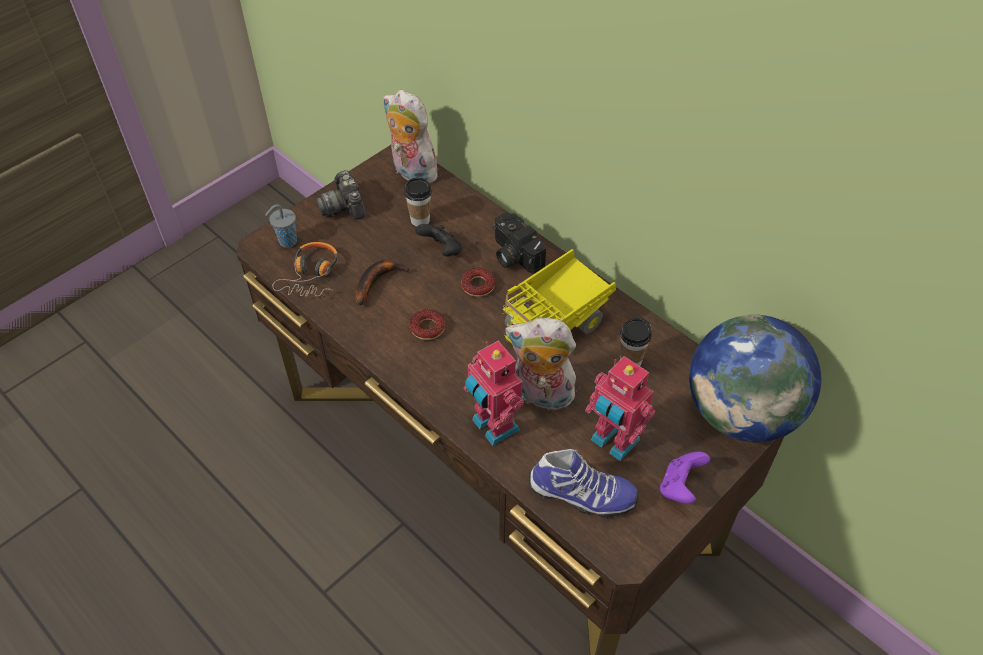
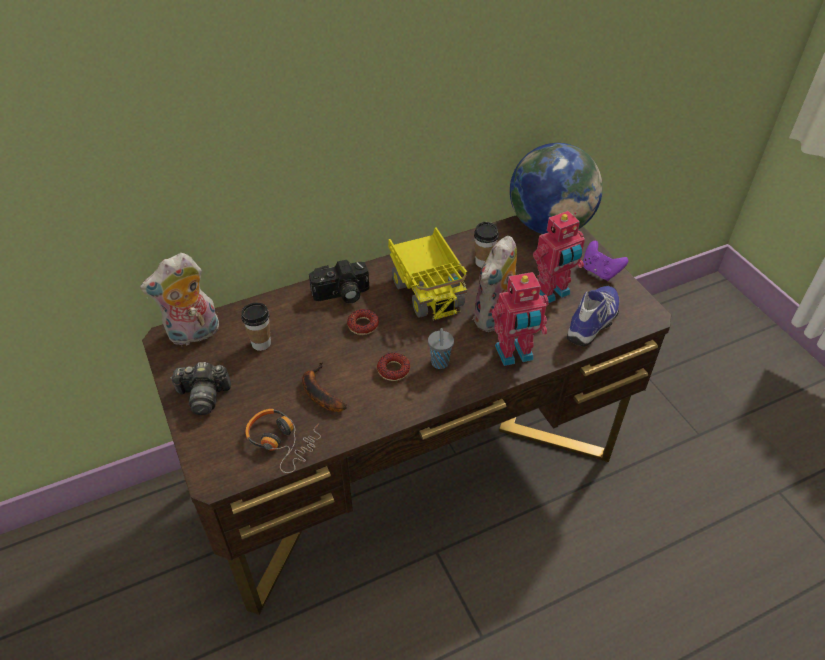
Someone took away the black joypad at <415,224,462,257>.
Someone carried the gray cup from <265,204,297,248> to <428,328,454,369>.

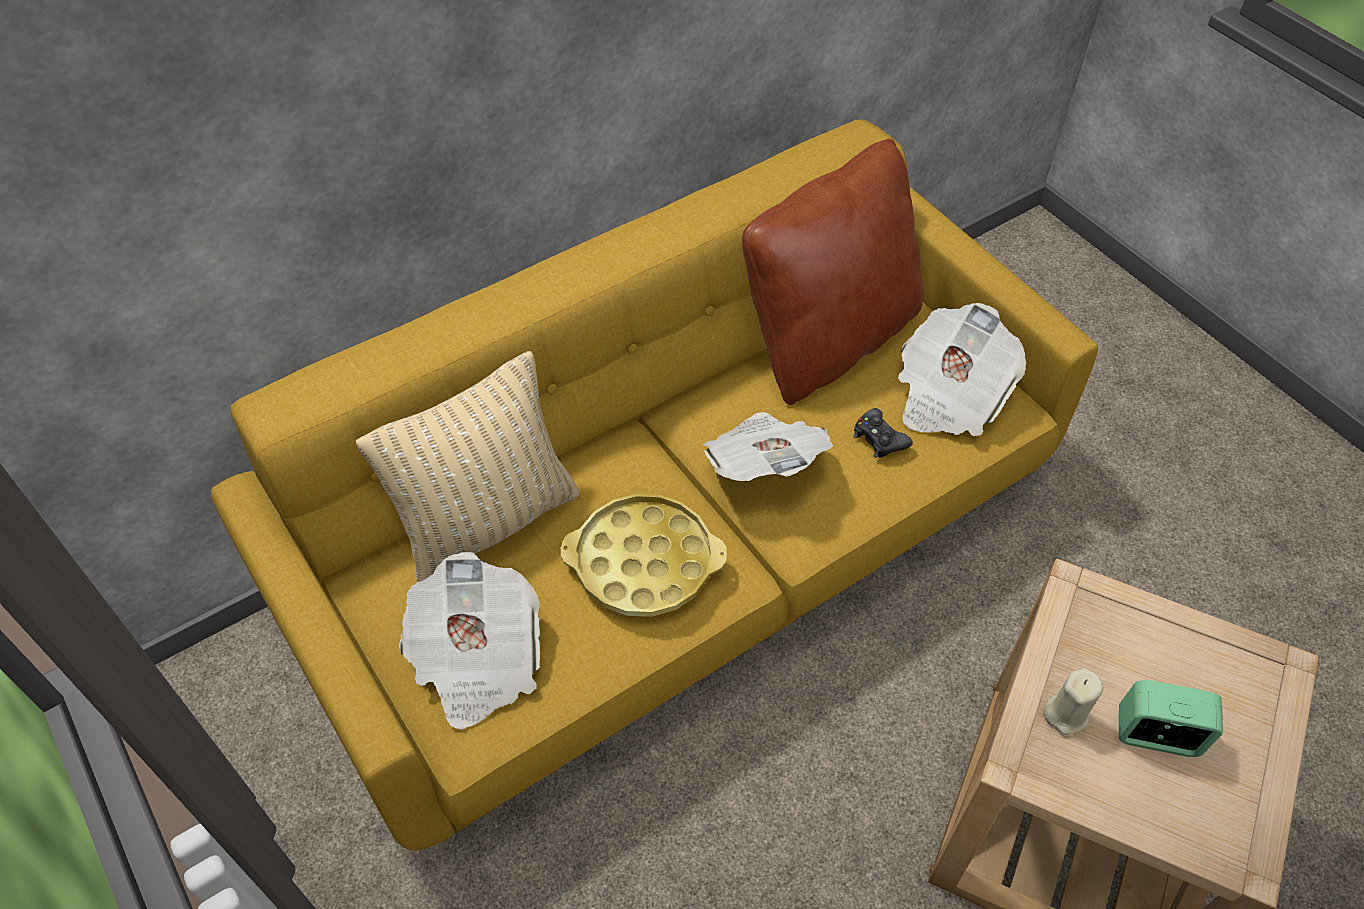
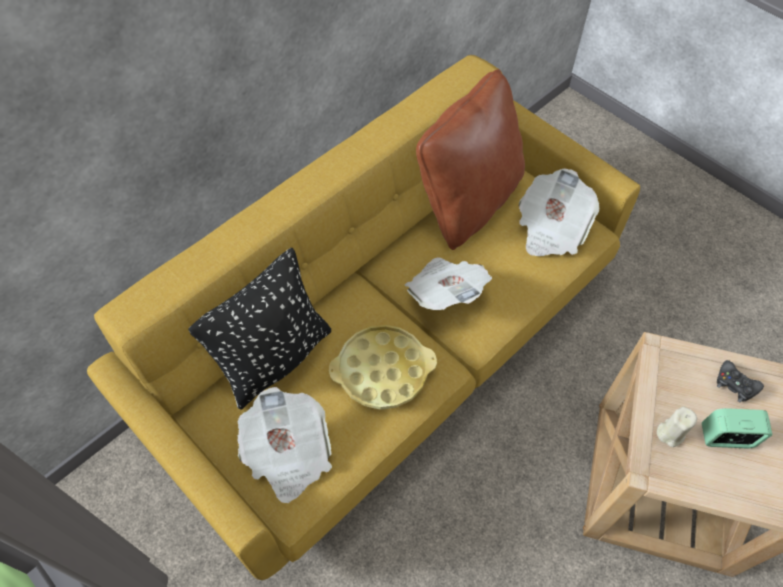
Someone carried the black joypad from <853,408,913,458> to <717,360,764,403>.
Someone repainted the sand-coloured cushion at <356,351,580,582>, which became the black cushion at <188,248,331,410>.

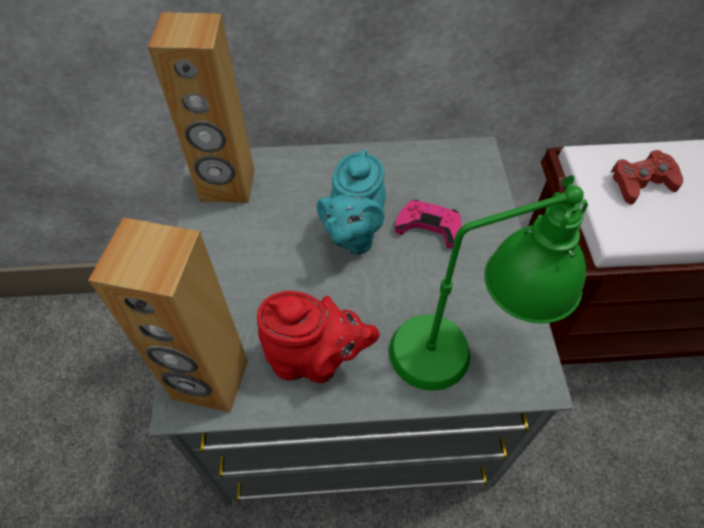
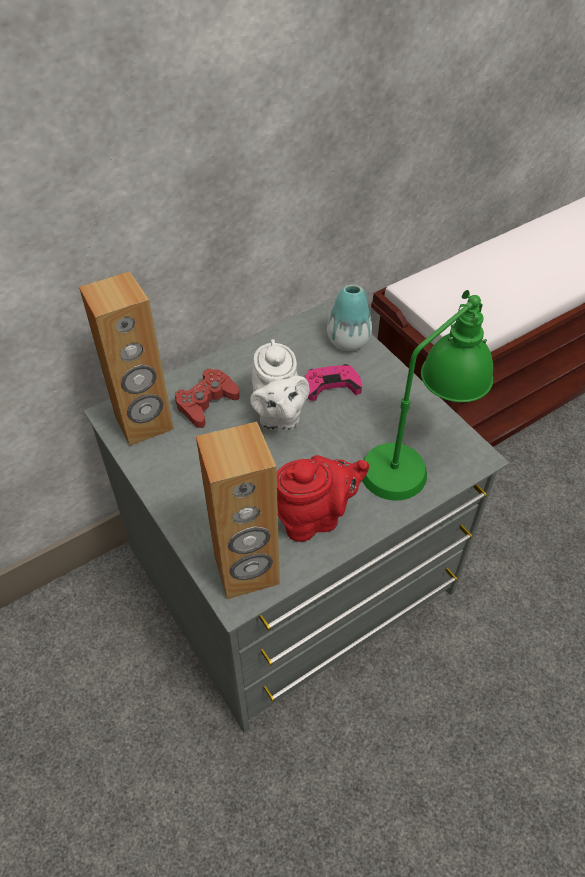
Someone put down the flower vase at <327,284,372,351>.
Someone carried the reddish joypad from <610,150,683,205> to <175,368,239,428>.
Someone repainted the blue-green tea pot at <317,149,386,255>, which became the whitish tea pot at <250,339,310,430>.

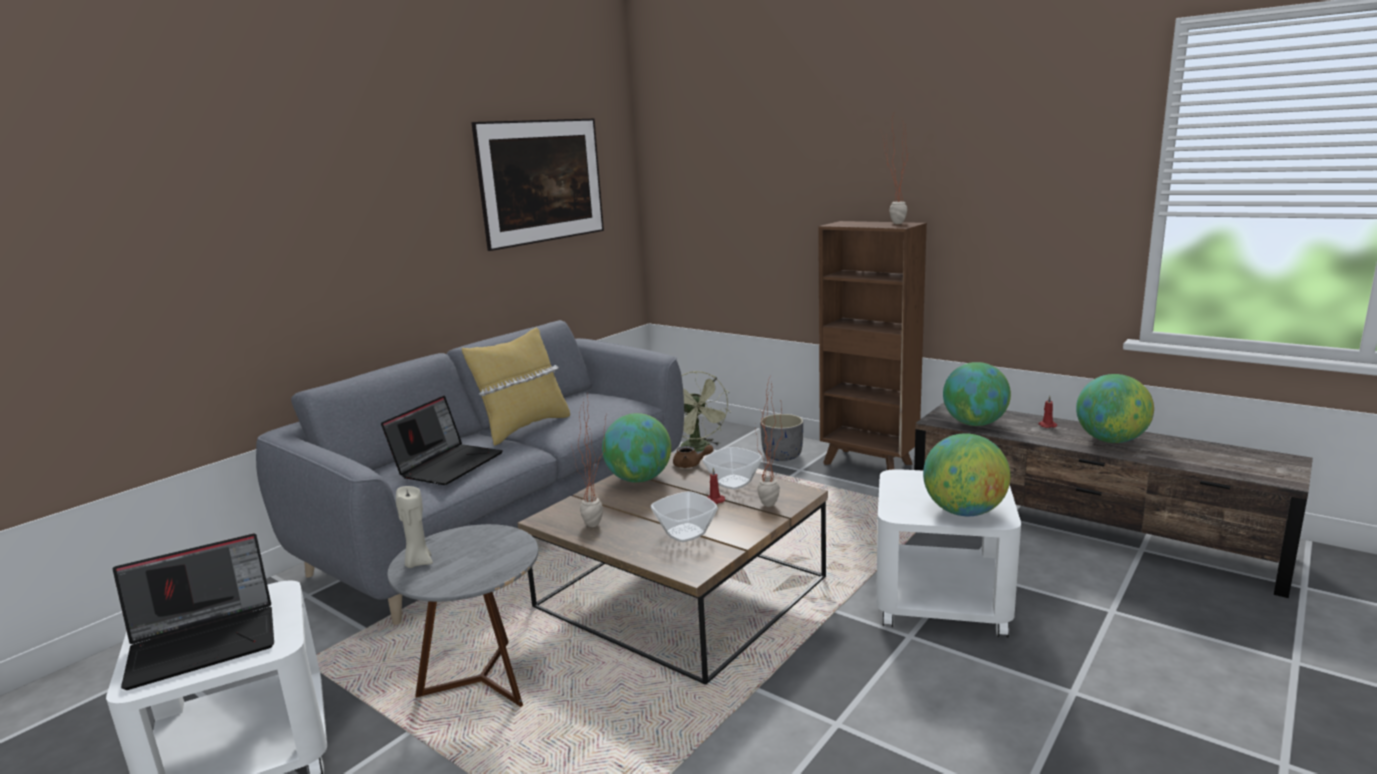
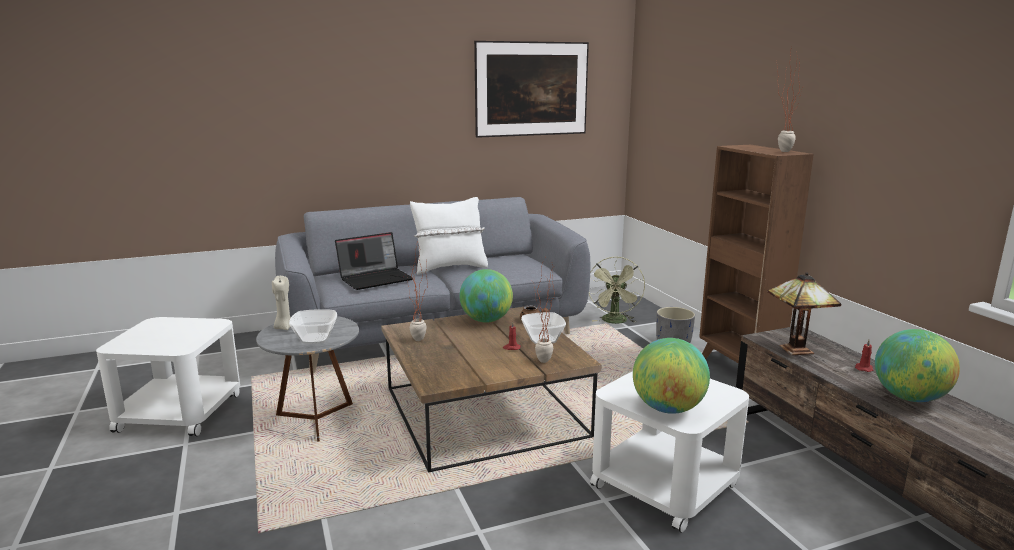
Someone took away the notebook computer at <113,534,274,690>.
Someone carried the bowl from <651,491,718,542> to <289,309,337,344>.
Someone swapped the desk globe at <943,362,1011,426> for the tabletop lamp at <767,272,841,355>.
Someone repainted the yellowish cushion at <462,328,570,446>, which became the whitish cushion at <410,197,488,275>.

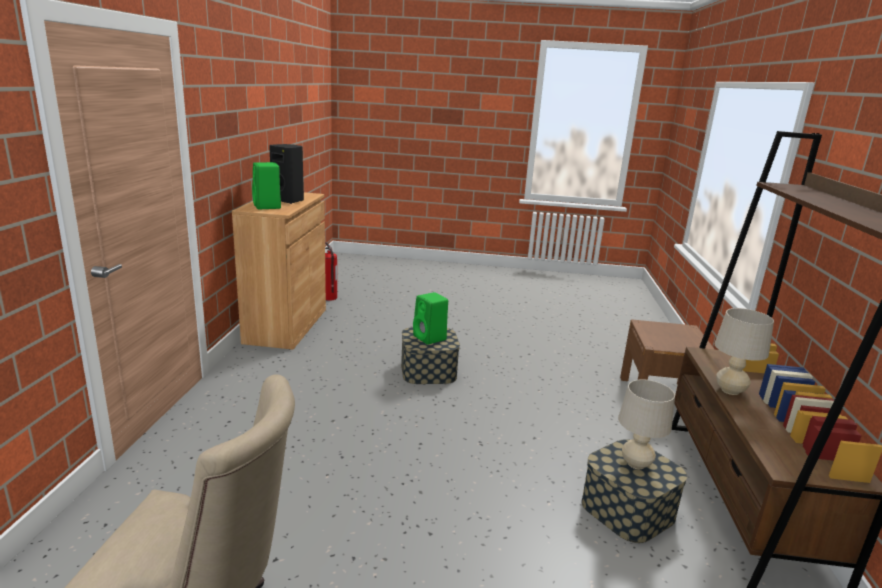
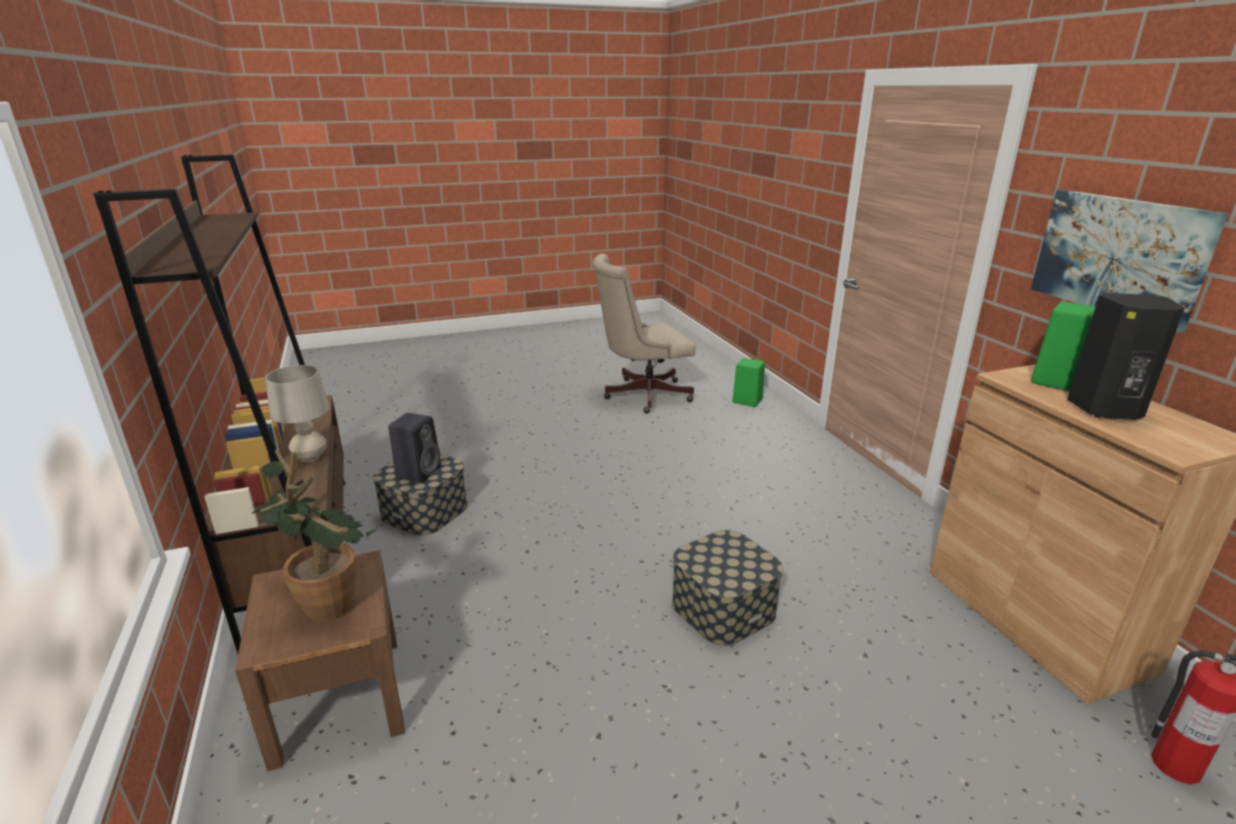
Someone put down the plant in a pot at <251,450,377,622>.
Someone put up the picture at <1031,190,1228,333>.
Someone carried the green-coloured audio speaker from <413,292,448,345> to <733,358,765,407>.
Someone swapped the sand-coloured tabletop lamp at <618,379,675,469> for the black audio speaker at <388,413,441,483>.

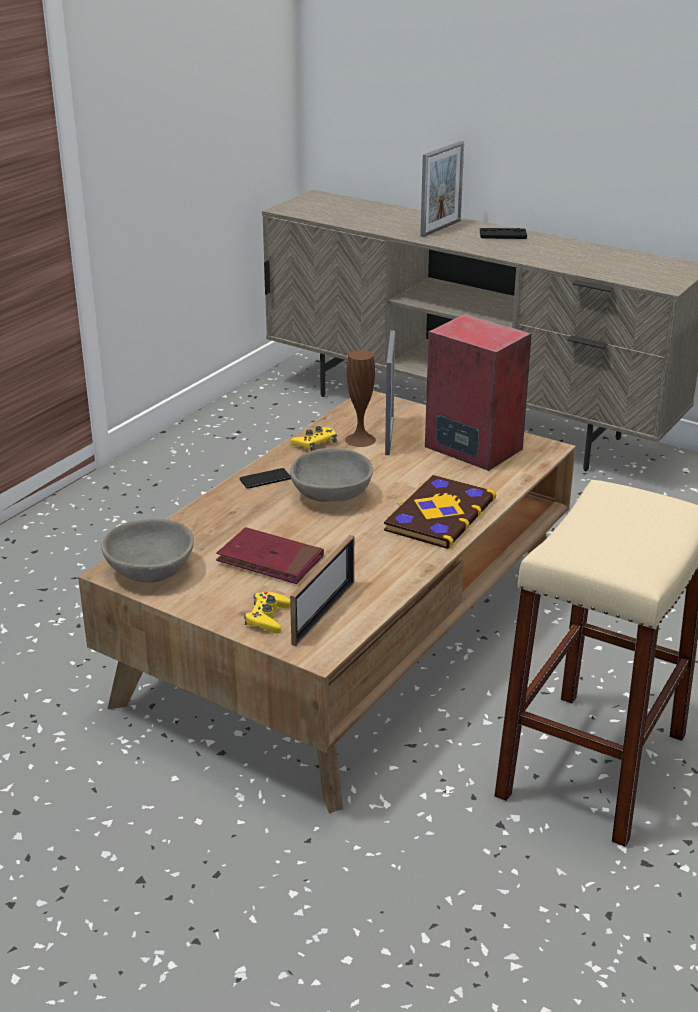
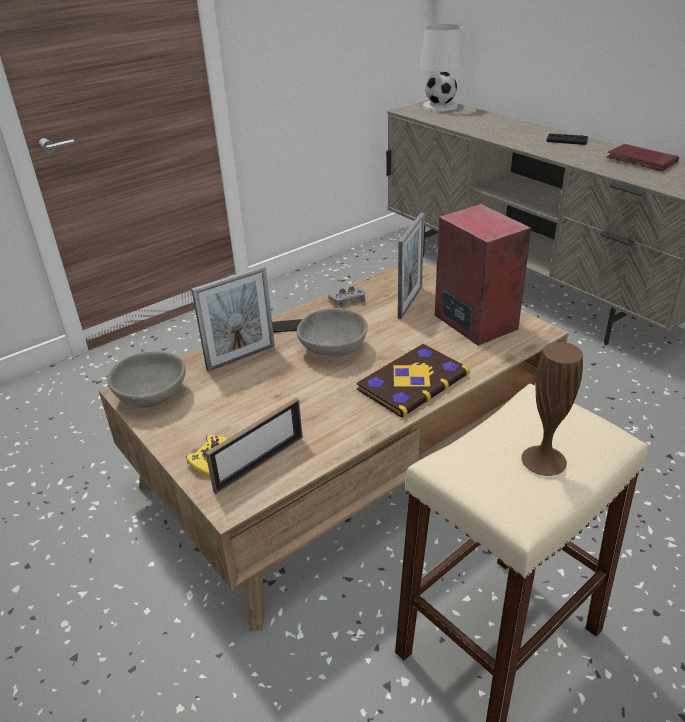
Someone put down the whitish tabletop lamp at <420,24,464,111>.
Someone carried the reddish bound book from <216,527,324,584> to <607,144,679,171>.
Someone carried the brown-coloured flower vase from <345,350,376,447> to <521,342,583,476>.
Someone carried the picture frame from <420,141,464,237> to <191,266,275,372>.
Someone repainted the yellowish joypad at <291,426,337,451>, which became the gray joypad at <328,286,365,307>.

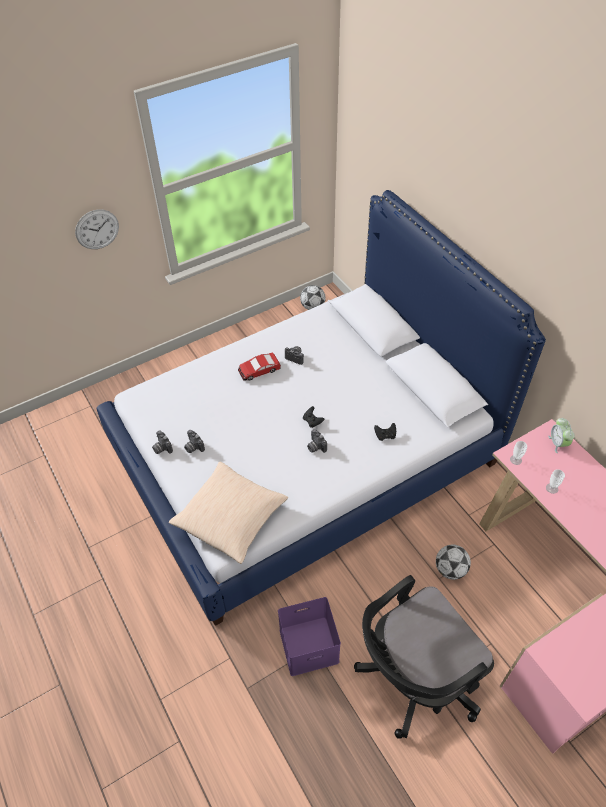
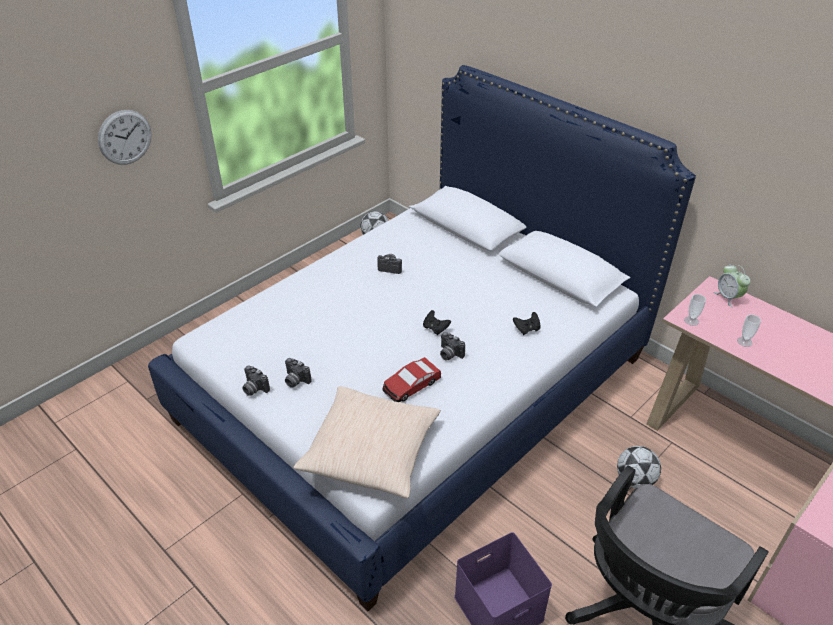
Someone carried the miniature car from <238,352,281,381> to <382,357,441,402>.

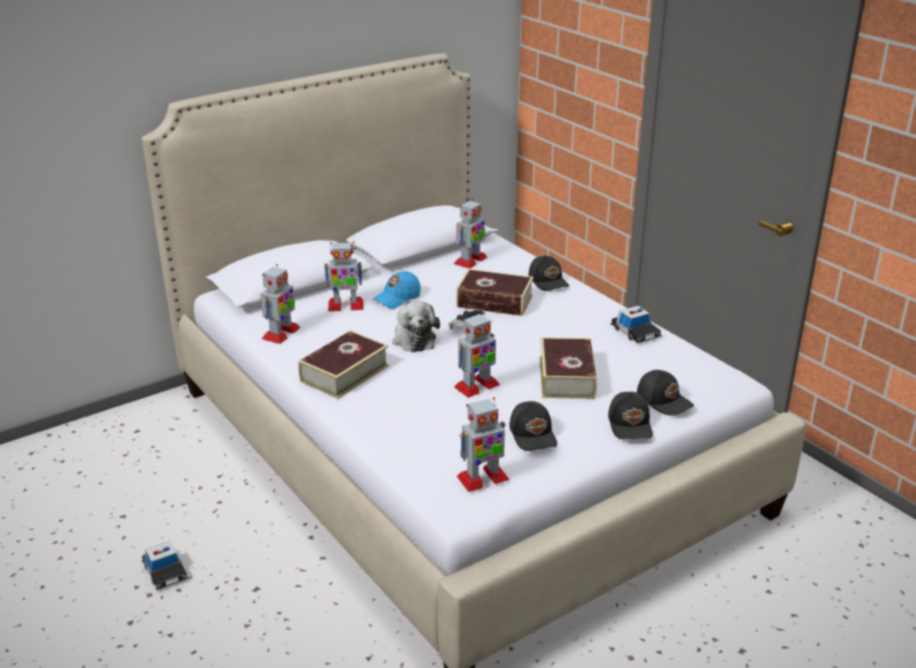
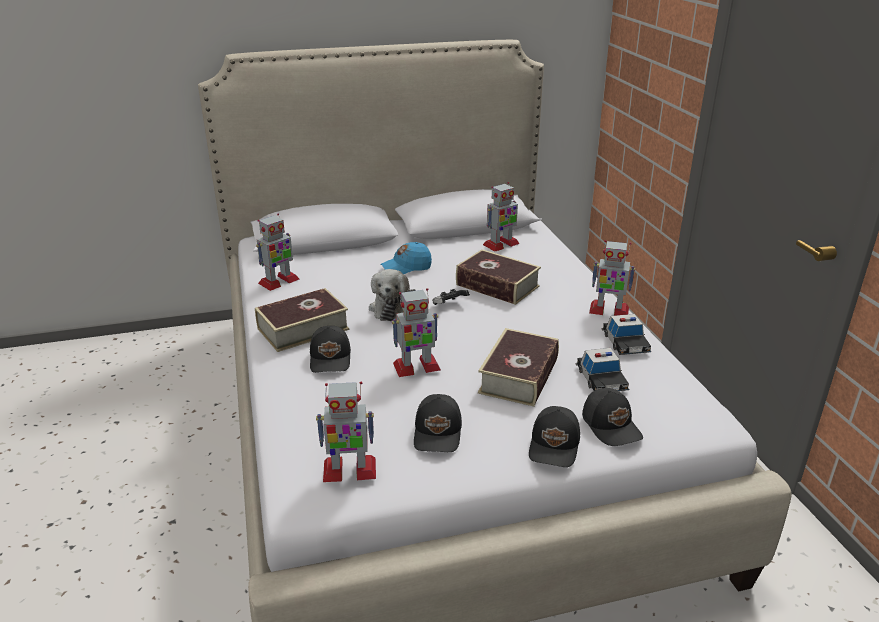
Someone carried the miniature car from <142,541,189,590> to <575,348,629,391>.
Someone carried the model robot from <324,241,364,311> to <589,240,635,316>.
Someone carried the black peaked cap from <528,255,569,291> to <310,326,351,373>.

